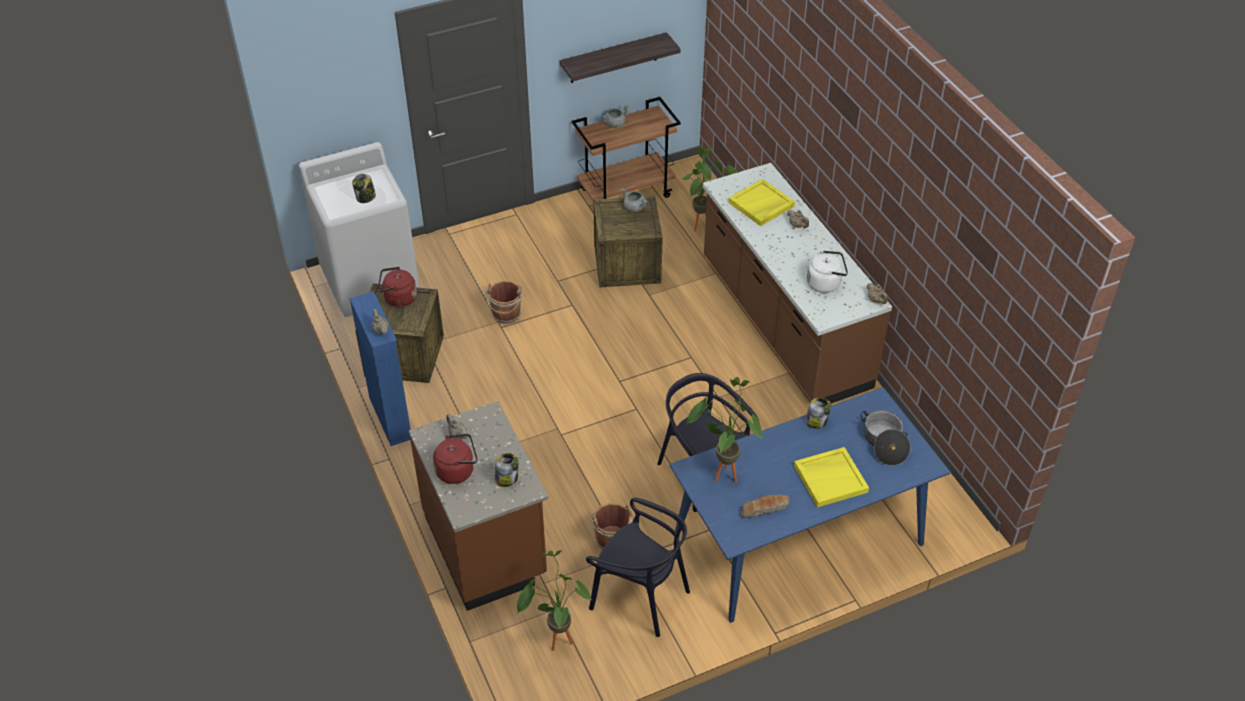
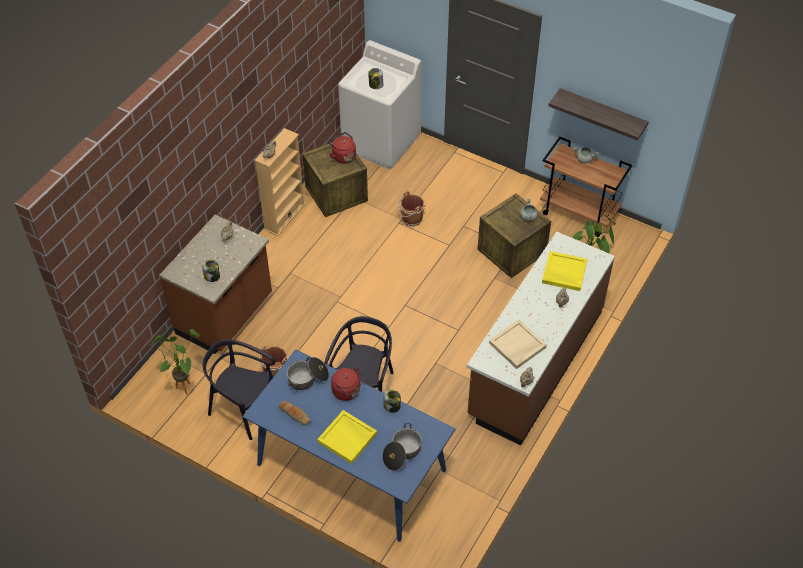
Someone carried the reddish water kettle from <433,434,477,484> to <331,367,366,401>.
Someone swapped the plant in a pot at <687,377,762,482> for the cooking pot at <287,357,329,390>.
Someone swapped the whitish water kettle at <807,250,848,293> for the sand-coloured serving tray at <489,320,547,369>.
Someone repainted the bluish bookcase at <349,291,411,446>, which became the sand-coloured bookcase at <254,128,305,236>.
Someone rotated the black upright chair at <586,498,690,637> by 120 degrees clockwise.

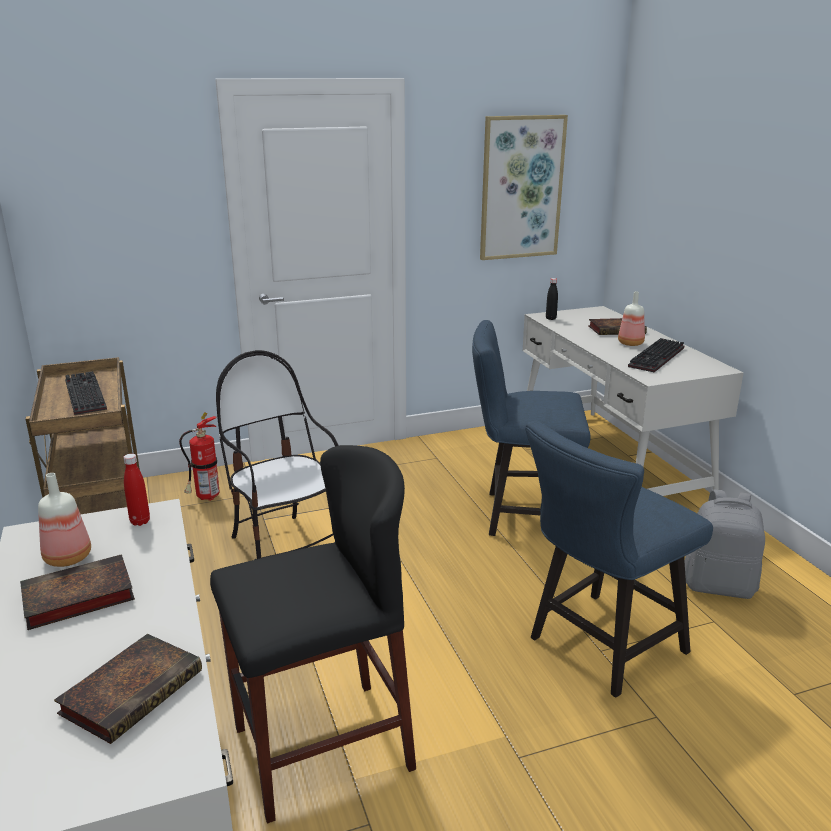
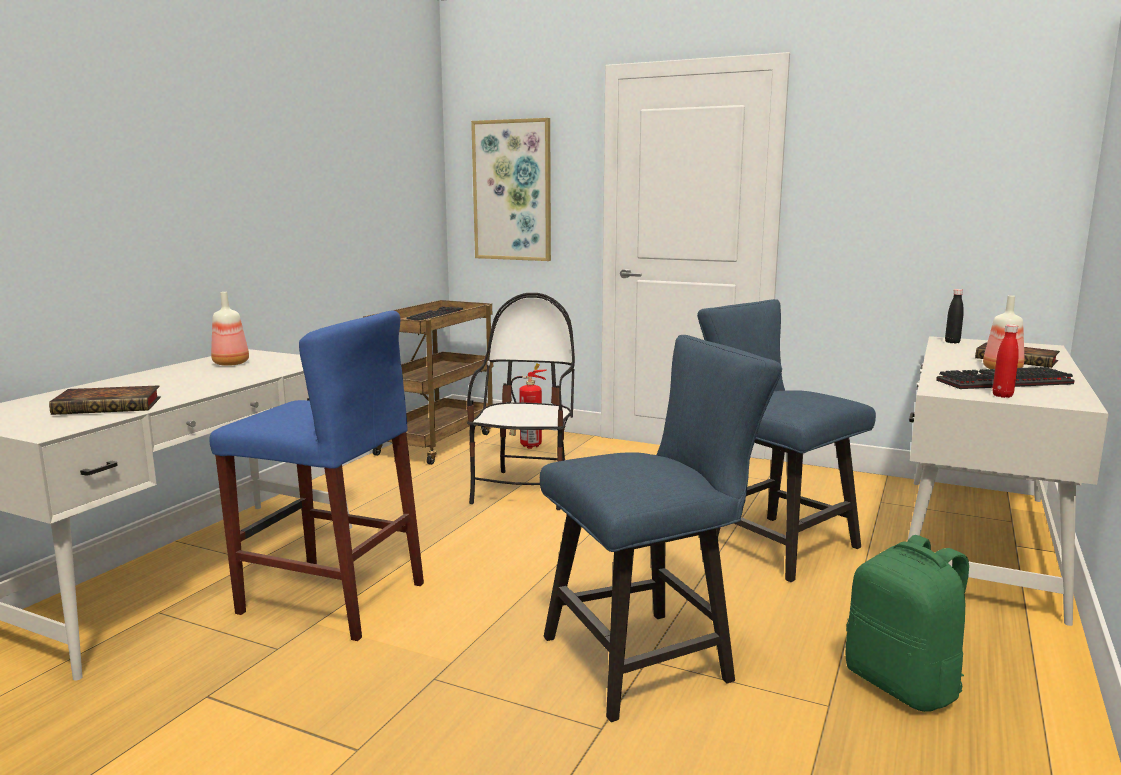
Someone took away the bound book at <20,554,135,630>.
Someone carried the reddish bottle from <123,454,150,526> to <993,324,1019,398>.
Someone carried the picture from <480,115,568,260> to <471,118,551,261>.
Someone repainted the black stool at <210,445,416,823>, which became the bluish stool at <209,310,424,641>.
Someone repainted the gray knapsack at <685,490,765,599>, which became the green-coloured knapsack at <846,535,969,712>.
Someone rotated the bluish upright chair at <525,421,713,698> by 150 degrees clockwise.

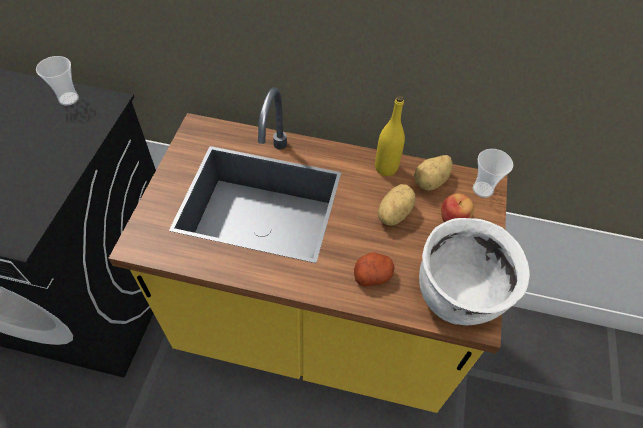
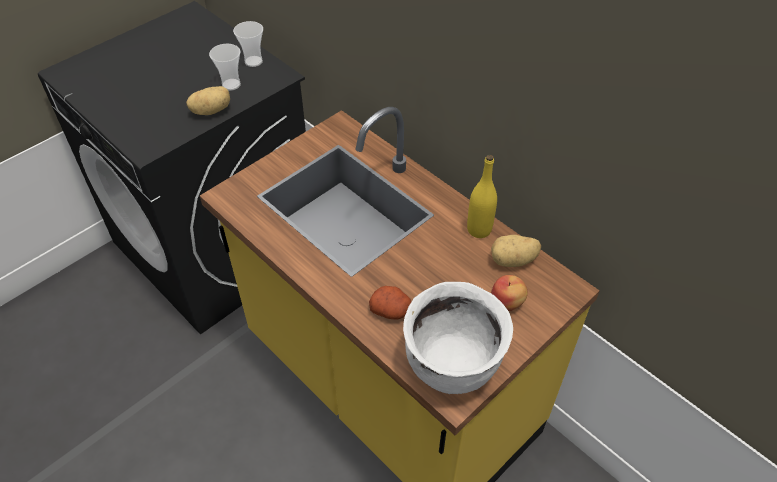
Someone carried the whole potato from <378,184,416,226> to <186,86,230,115>.
Someone carried the cup from <473,149,513,198> to <209,44,241,91>.

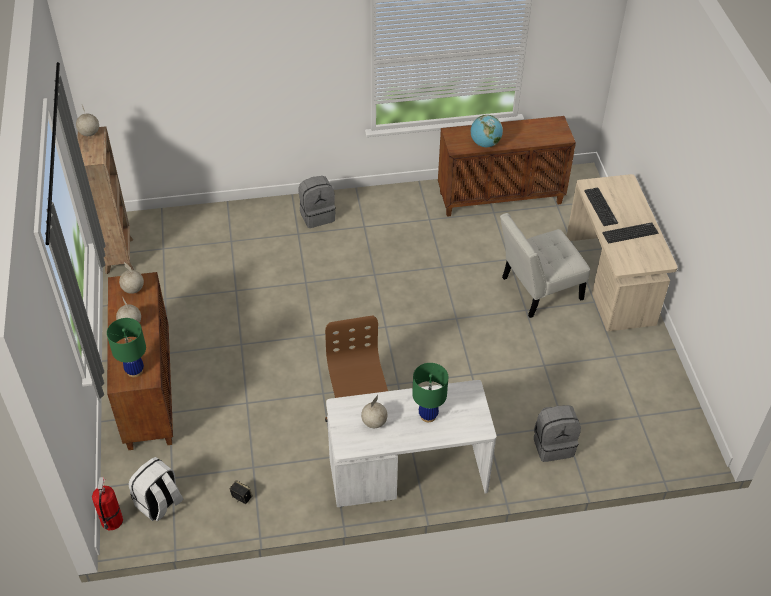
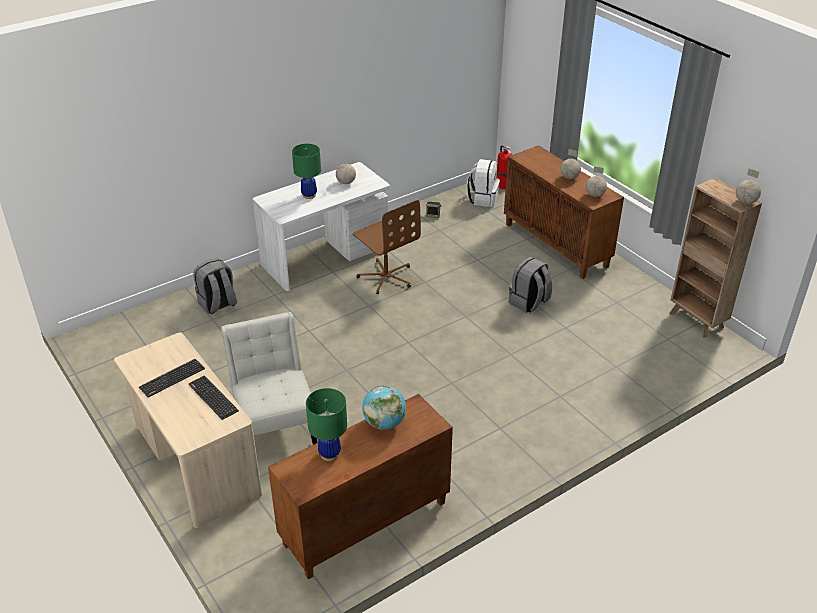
Someone carried the green-coloured tabletop lamp from <107,318,146,377> to <306,388,347,461>.
Someone carried the gray knapsack from <299,176,336,228> to <509,257,552,313>.
Someone rotated the whitish upright chair at <500,213,590,318> by 60 degrees counterclockwise.

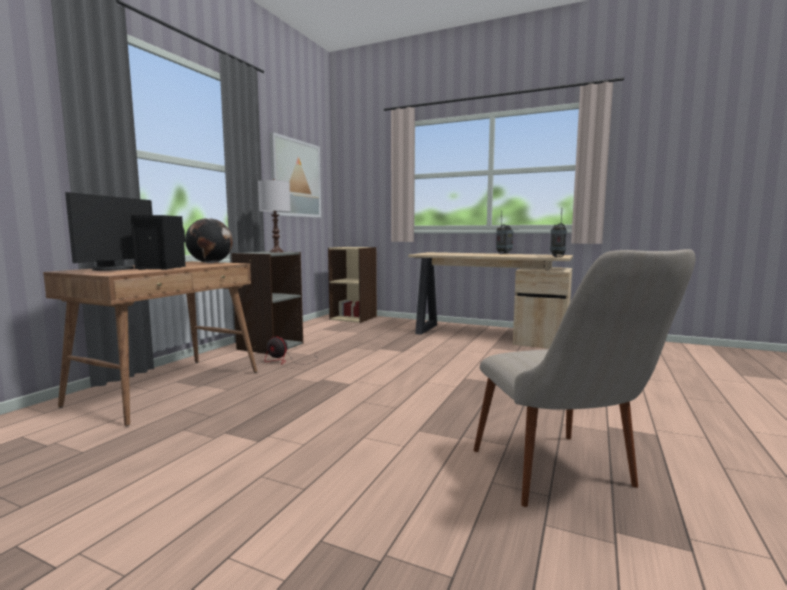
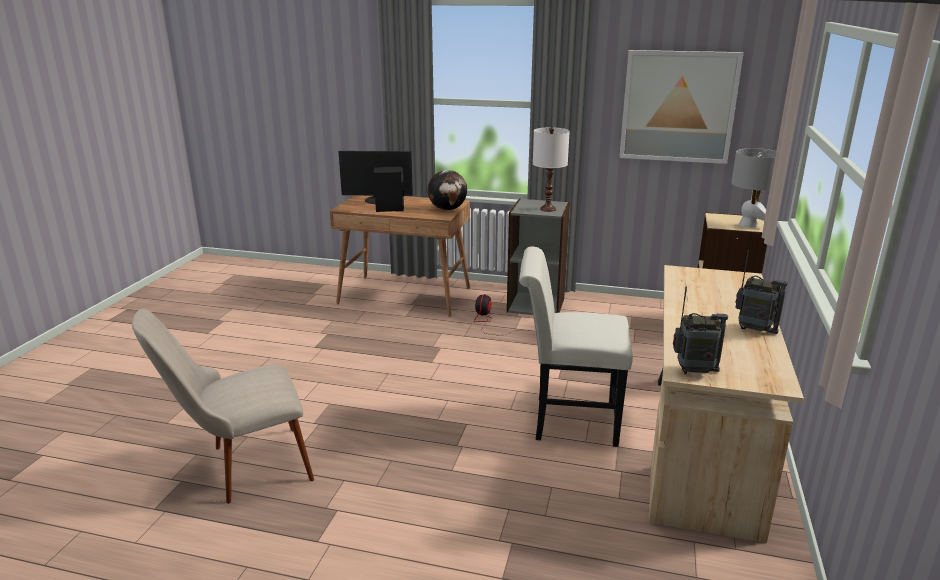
Someone put down the whitish upright chair at <519,247,633,447>.
Someone put down the gray tabletop lamp at <731,148,776,228>.

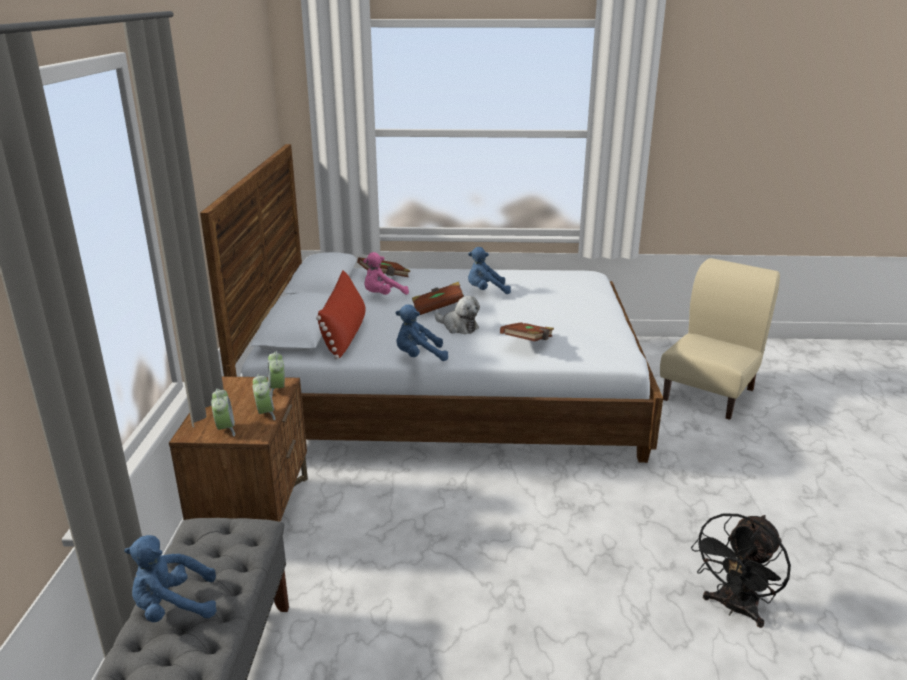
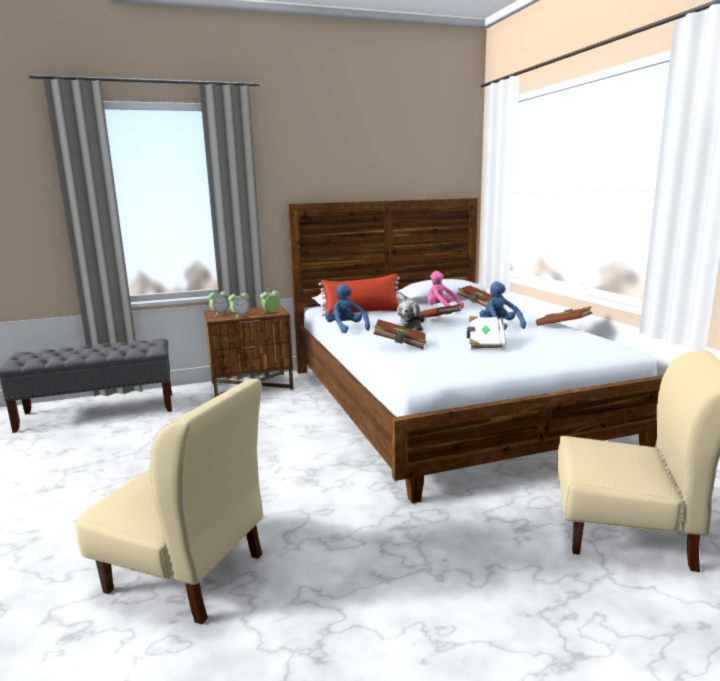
Someone took away the bluish soft toy at <124,535,216,622>.
Someone put down the whitish bound book at <467,316,507,350>.
Someone put down the brown-coloured bound book at <536,306,592,326>.
Someone swapped the black cooling fan at <691,513,791,628> for the sand-coloured upright chair at <75,379,263,625>.

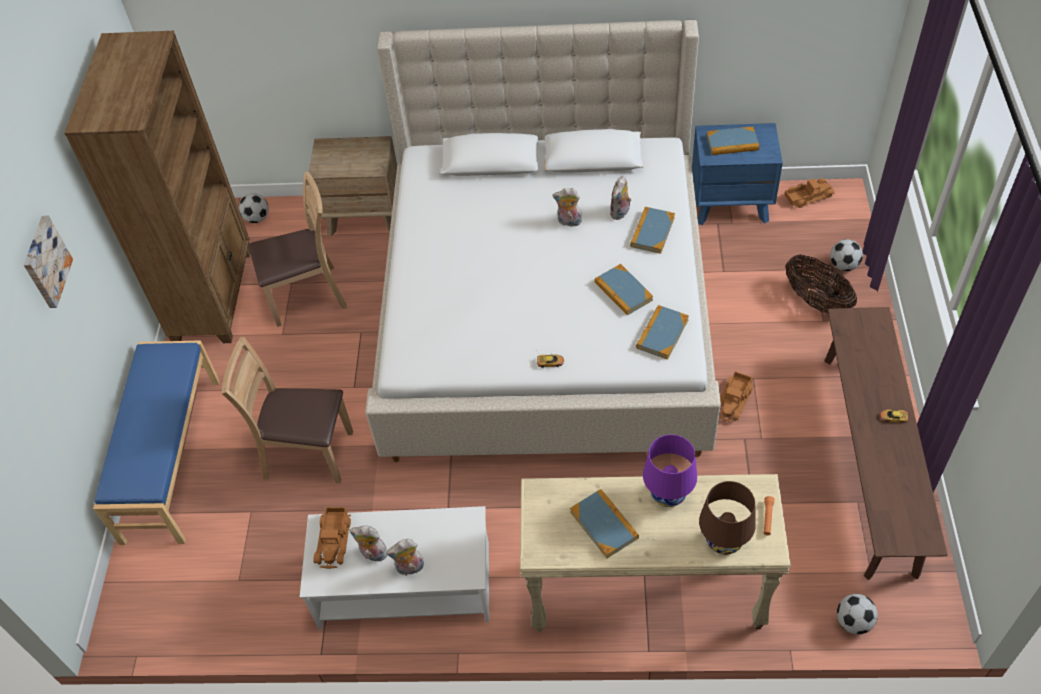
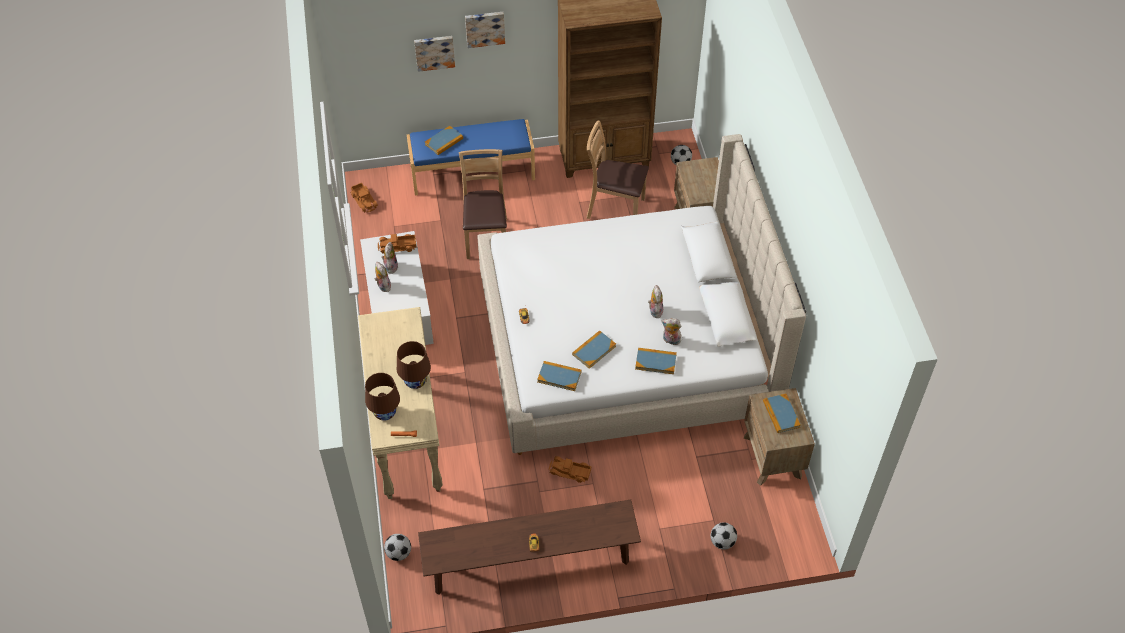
Someone took away the household basket at <785,254,857,314>.
Someone put up the picture at <414,36,455,72>.
Someone carried the bound book from <570,489,639,558> to <425,126,463,155>.
Someone carried the model truck from <784,178,835,208> to <350,183,378,212>.
Someone repainted the purple-coloured tabletop lamp at <643,434,697,507>, which became the brown-coloured tabletop lamp at <397,341,431,389>.
Someone repainted the bluish bedside table at <692,123,783,225>, which became the brown-coloured bedside table at <744,388,815,486>.
Someone rotated the brown-coloured upright chair at <248,172,347,327> by 135 degrees clockwise.

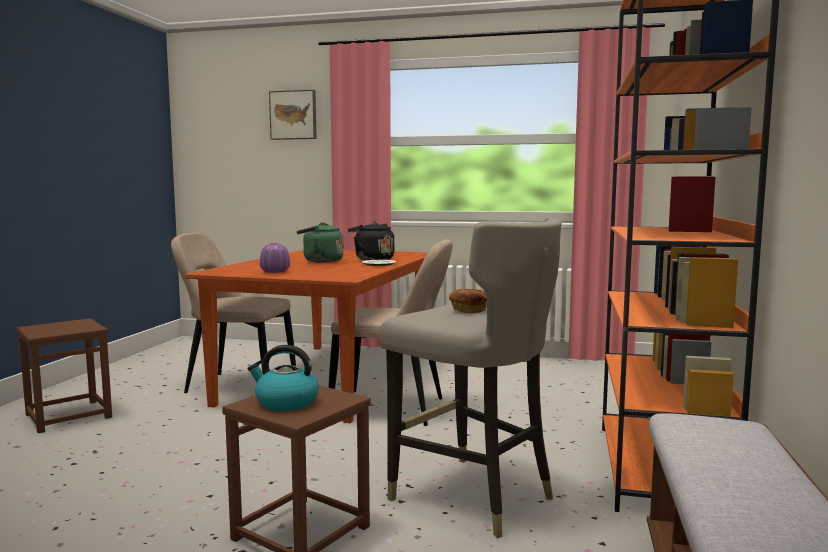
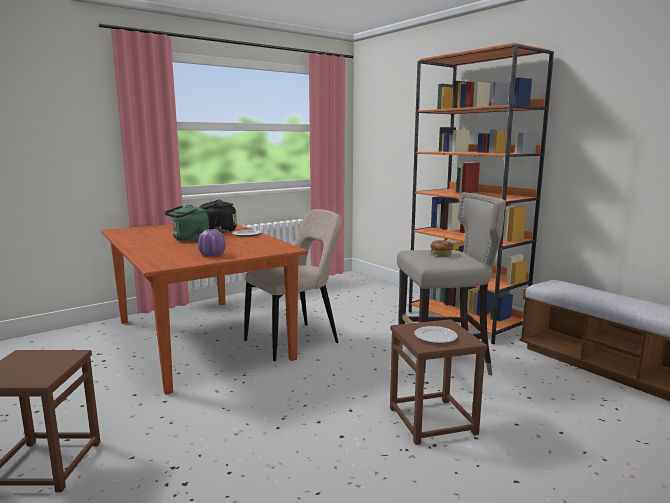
Someone took away the sand-coloured upright chair at <171,233,296,393>.
Someone took away the picture at <269,90,317,140>.
Someone swapped the water kettle at <247,345,319,411> for the flat dish at <414,326,458,343>.

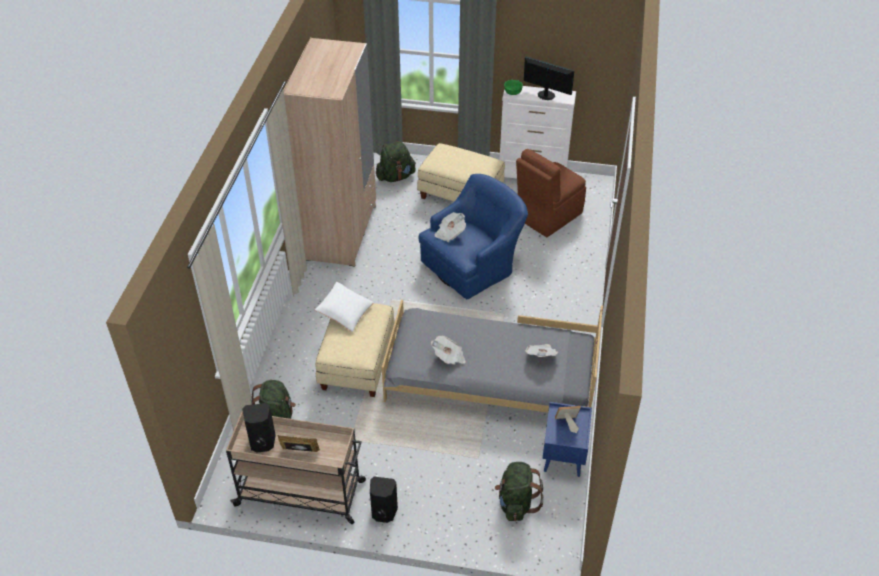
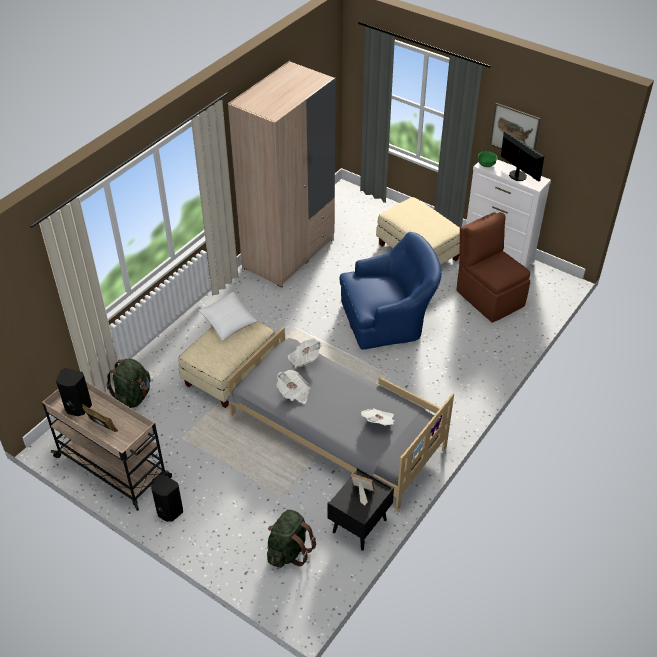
Someone took away the green-coloured knapsack at <376,141,416,182>.
Someone put up the picture at <490,103,541,150>.
Someone carried the printed paper from <435,212,466,242> to <288,338,322,368>.
Someone repainted the bluish bedside table at <542,402,592,477>, which became the black bedside table at <328,467,394,551>.
Someone rotated the brown-coloured upright chair at <516,149,586,237> by 75 degrees clockwise.

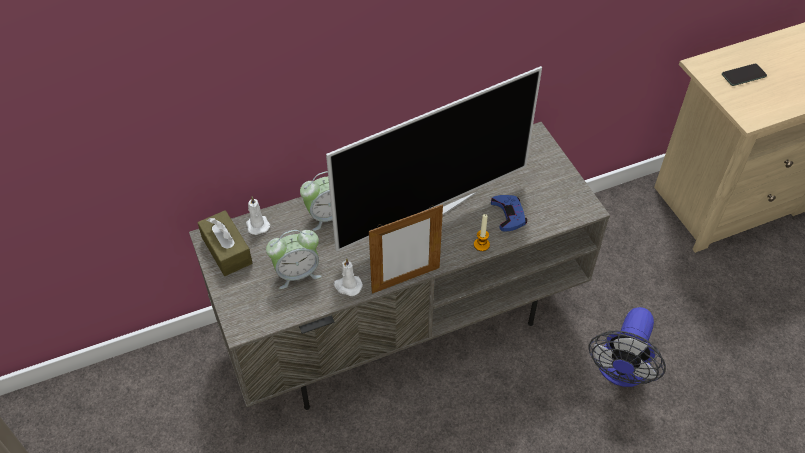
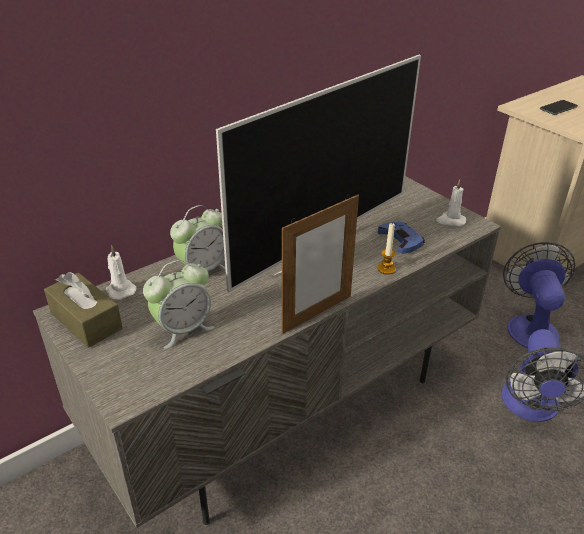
Someone put down the cooling fan at <503,242,575,348>.
Someone carried the whitish wax candle from <334,258,363,296> to <436,179,466,226>.

